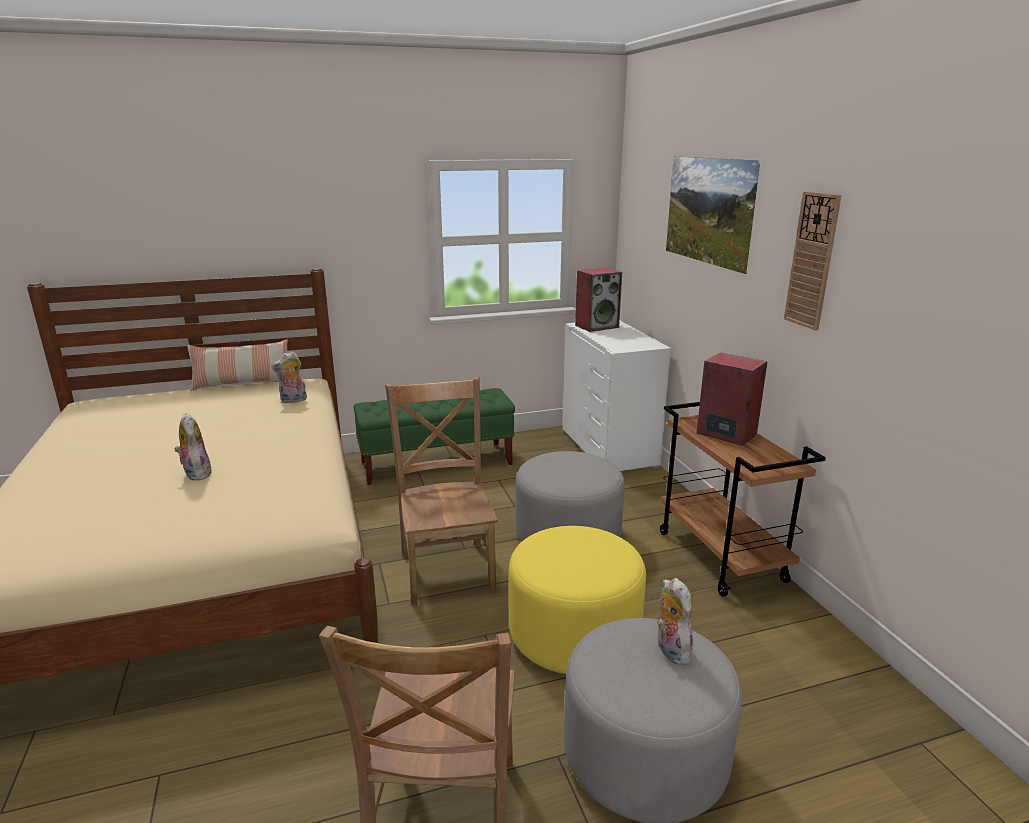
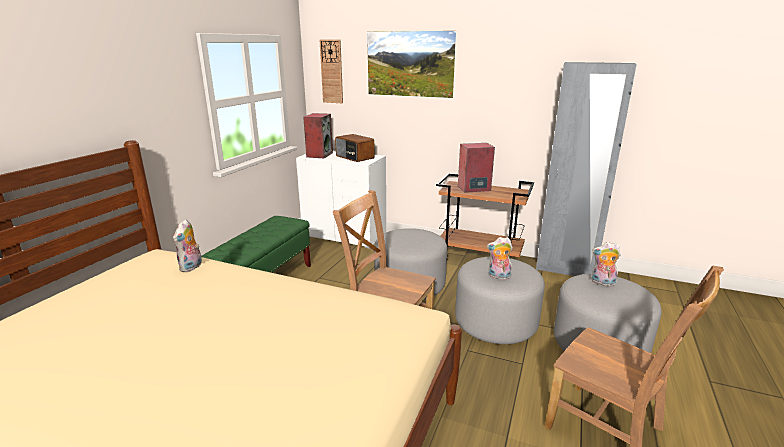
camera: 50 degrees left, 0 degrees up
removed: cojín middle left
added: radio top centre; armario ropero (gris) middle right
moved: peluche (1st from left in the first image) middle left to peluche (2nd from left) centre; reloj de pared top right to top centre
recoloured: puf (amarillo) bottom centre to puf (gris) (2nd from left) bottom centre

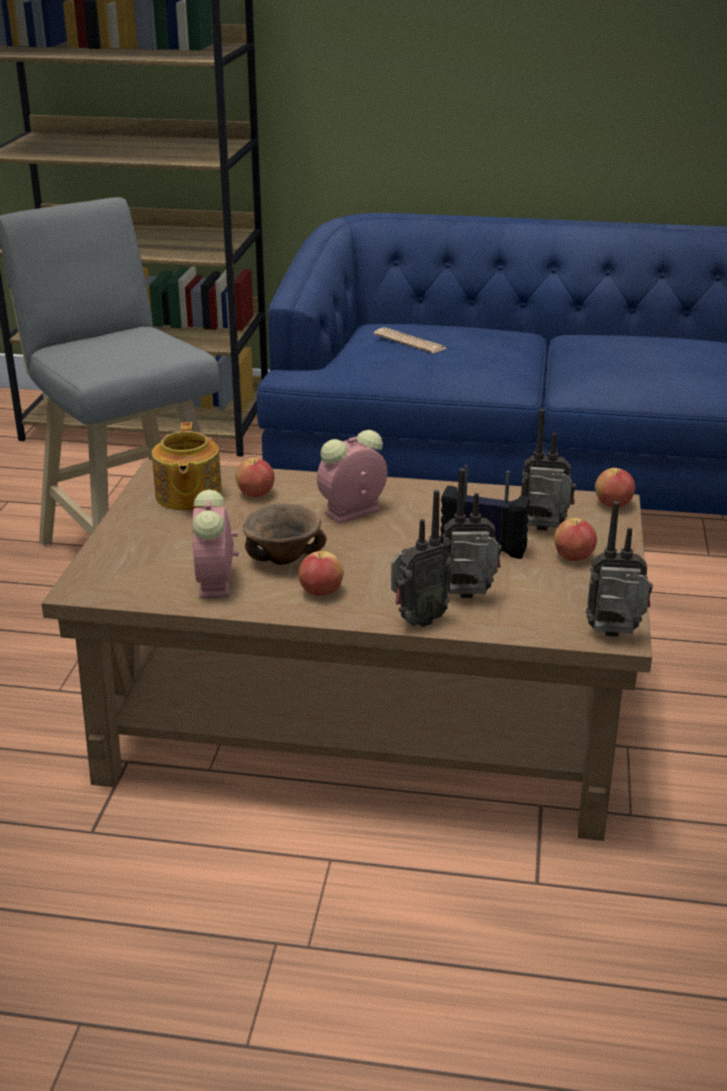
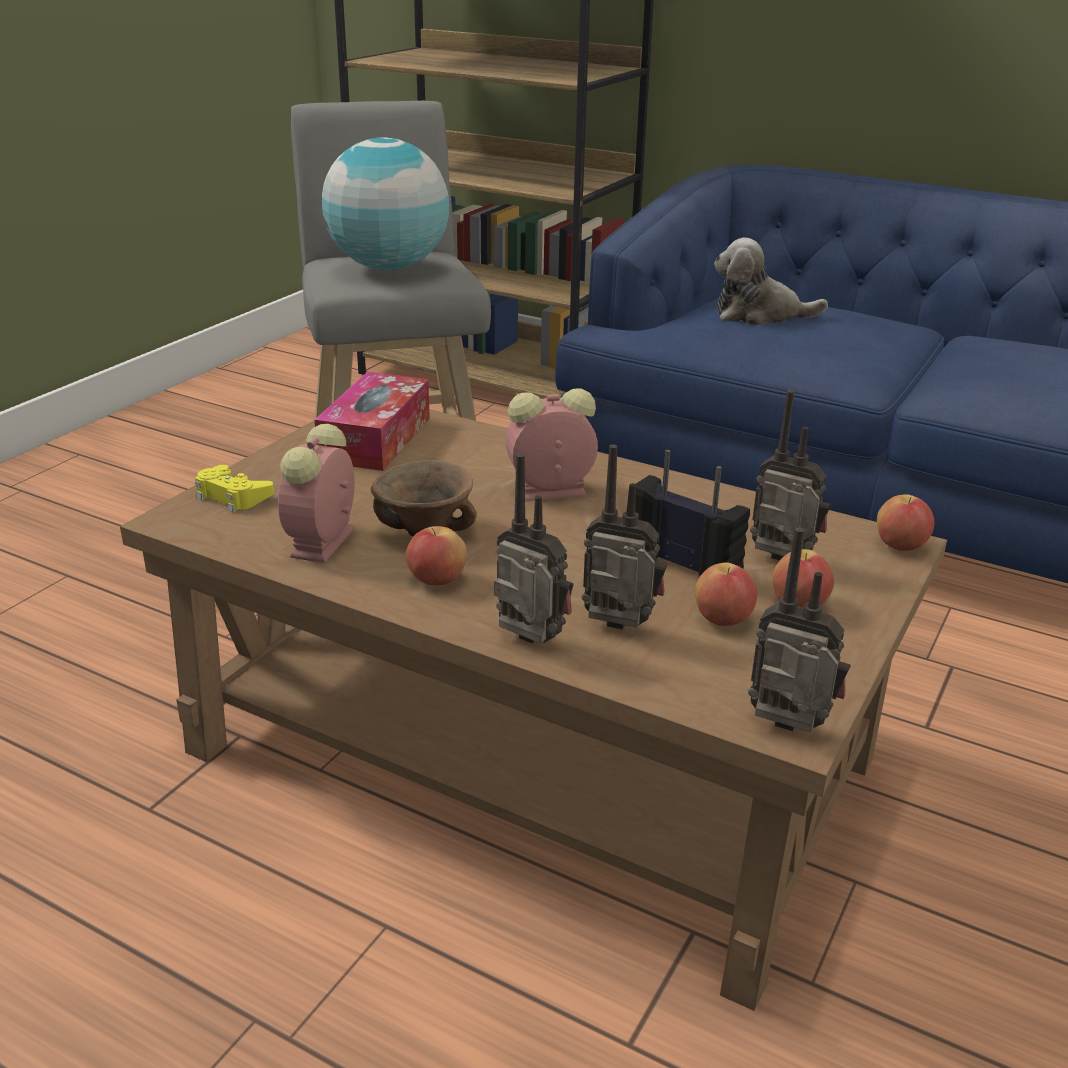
camera: 20 degrees right, 0 degrees up
added: mando de consola (amarillo) middle left; globo terráqueo top centre
moved: manzana (1st from left in the first image) centre to manzana (2nd from left) middle right
replaced: tetera middle left to caja de pañuelos centre; periódico top centre to peluche top right
turned: radio (1st from left) centre = centre 135 degrees counterclockwise

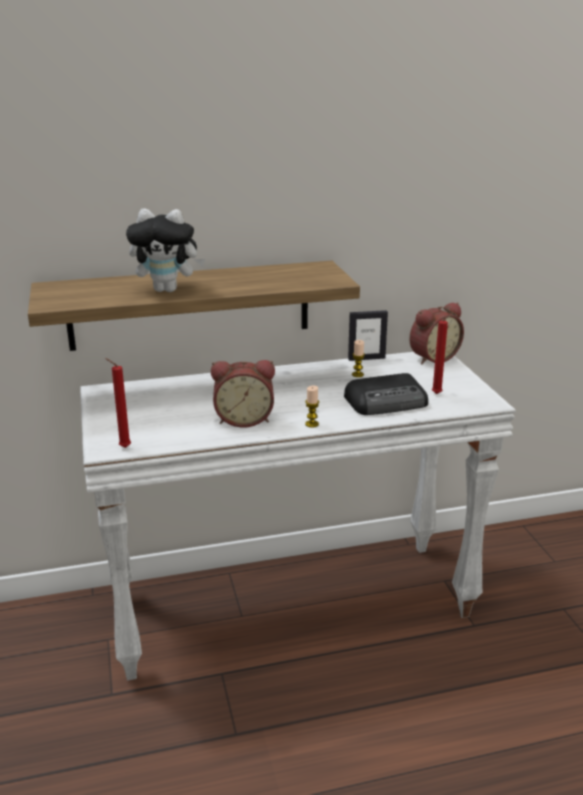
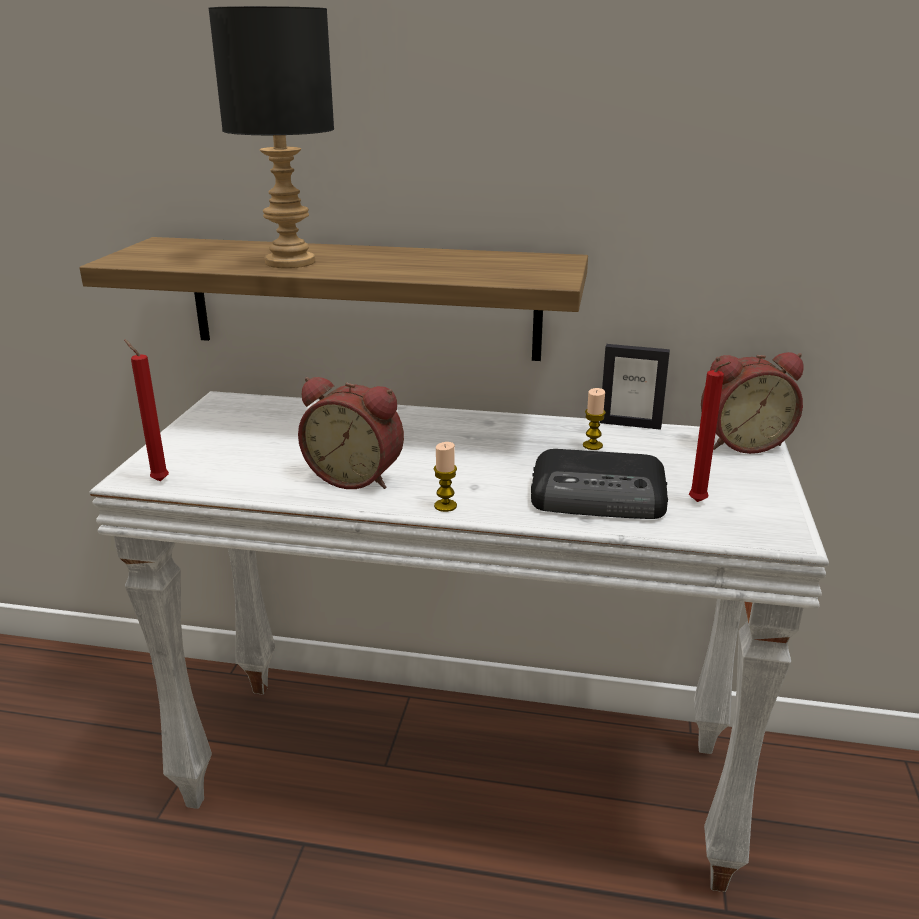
camera: 25 degrees right, 0 degrees up
replaced: peluche top left to lámpara de mesa (negro) top left

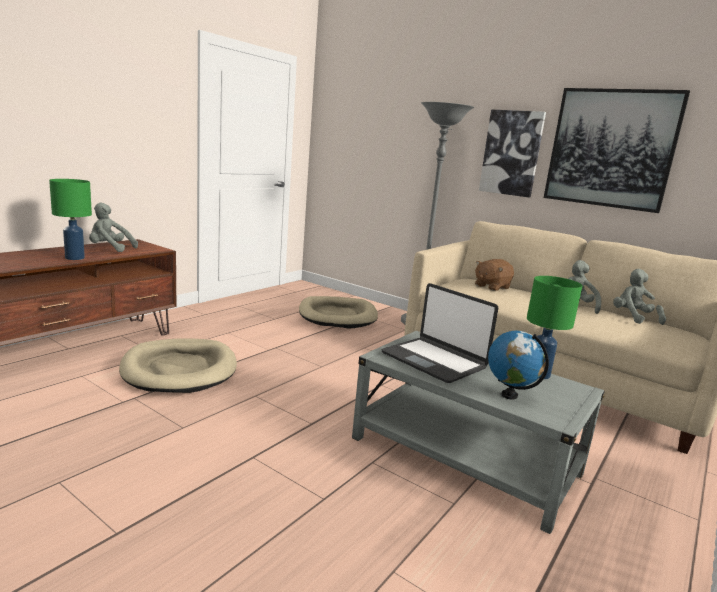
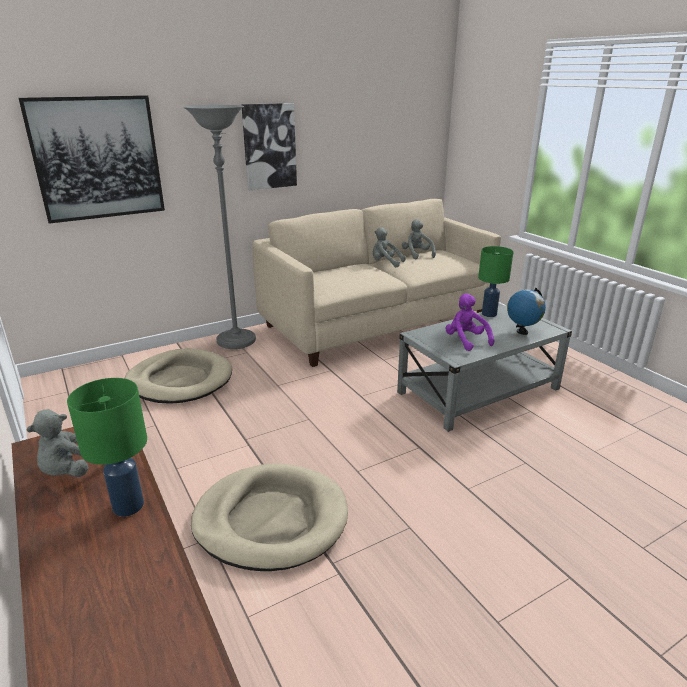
camera: 65 degrees left, 10 degrees up
removed: peluche (marrón) middle right
moved: cuadro (2nd from left in the first image) top right to cuadro (1st from left) top left
replaced: portátil centre to peluche (morado) middle right
turned: peluche (gris) (3rd from left) middle right = centre 60 degrees clockwise

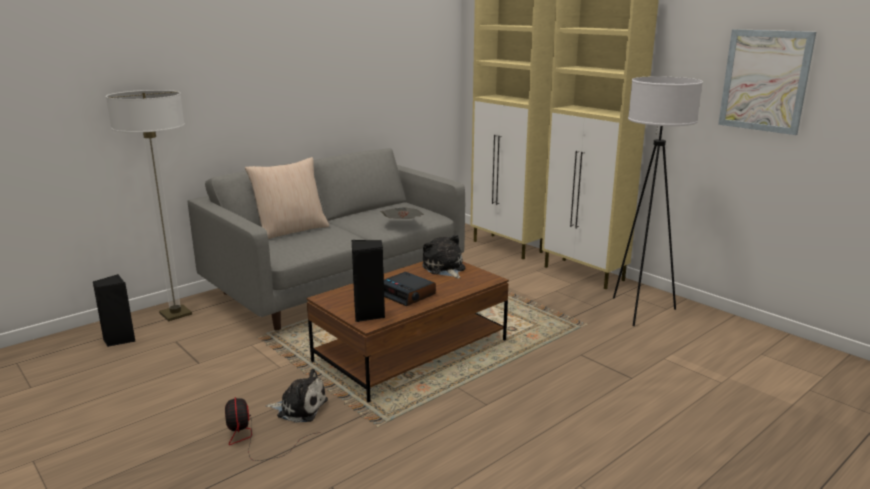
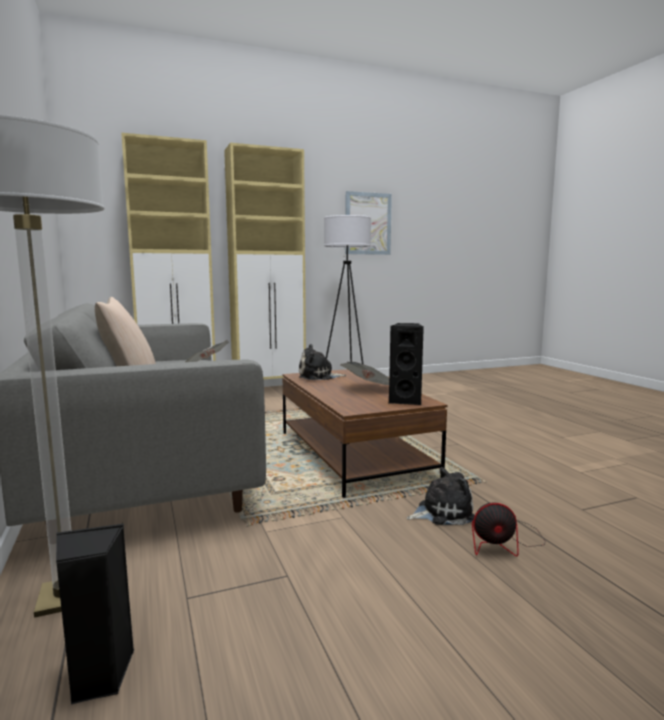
camera: 70 degrees left, 10 degrees down
replaced: despertador centre to periódico (2nd from left) centre
turned: peluche (1st from left in the first image) bottom centre = bottom centre 45 degrees clockwise

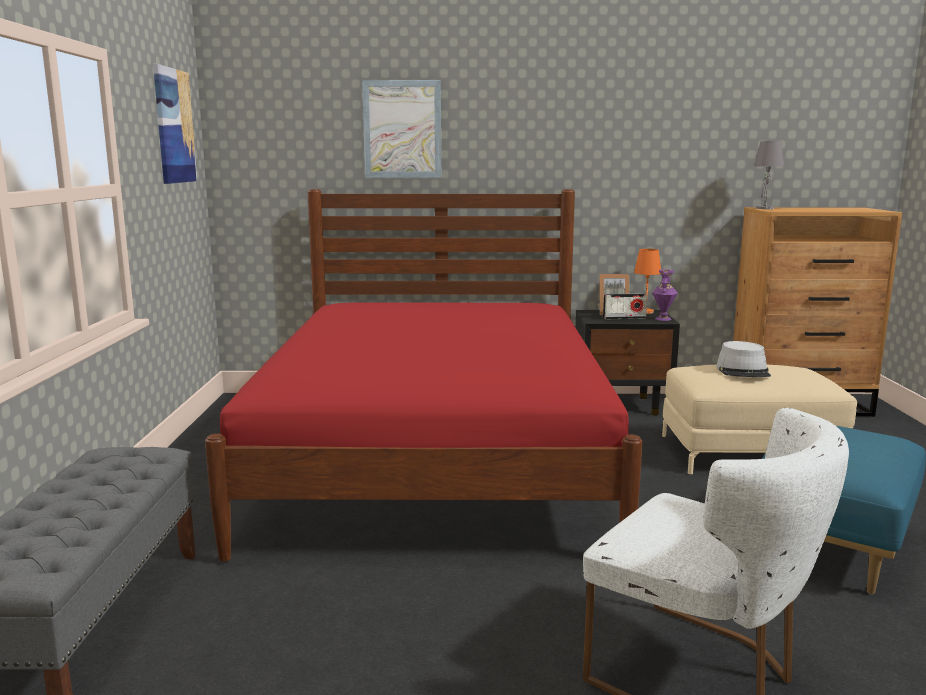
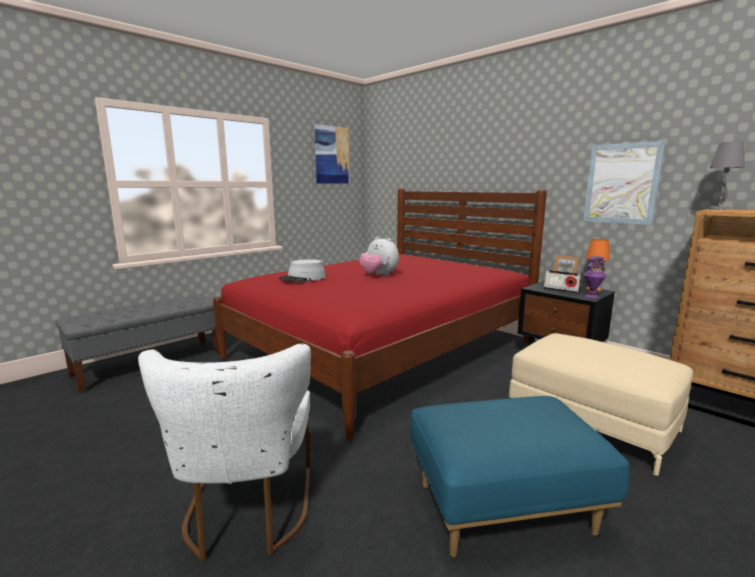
camera: 45 degrees right, 0 degrees up
added: peluche centre
moved: cuadro (2nd from left) top centre to top right; sombrero (gris) middle right to centre

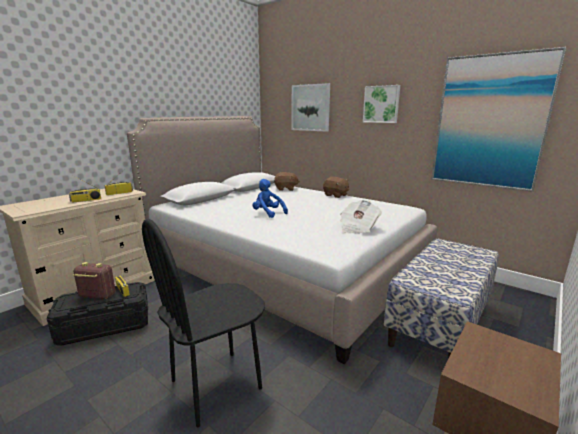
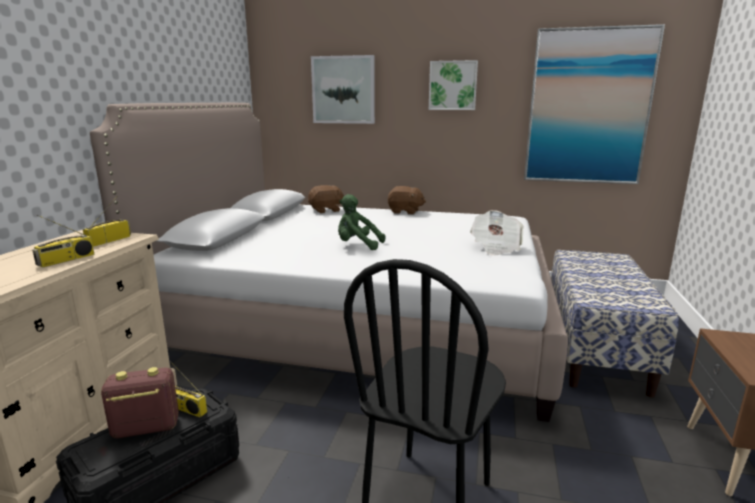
camera: 25 degrees left, 0 degrees up
recoloured: peluche (azul) centre to peluche (verde) centre

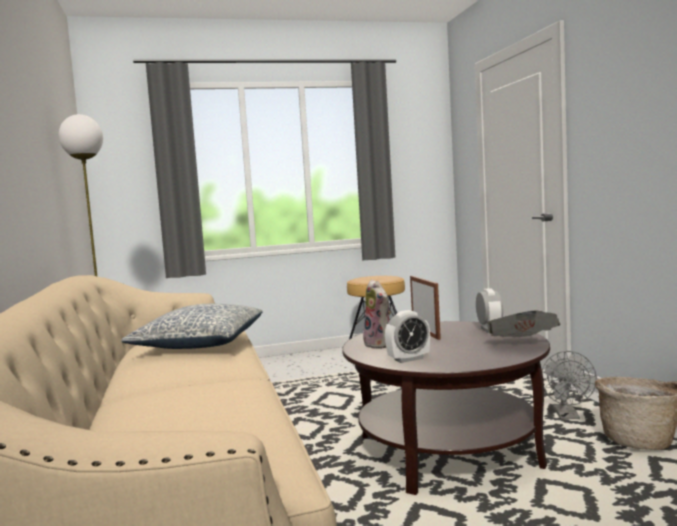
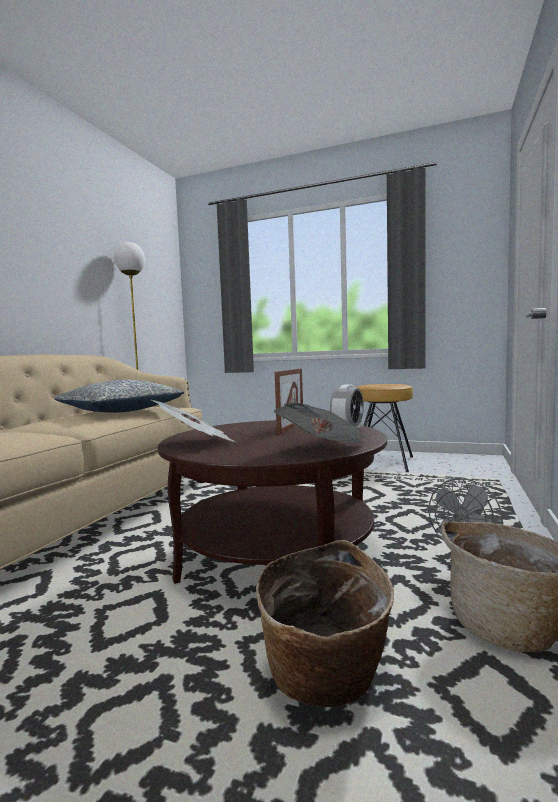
camera: 35 degrees right, 0 degrees up
removed: peluche centre
added: cesta (1st from left) bottom centre
replaced: despertador (1st from left) centre to periódico (1st from left) centre

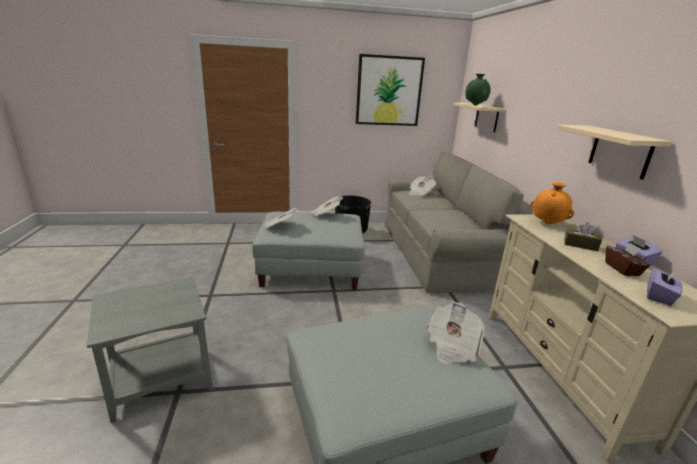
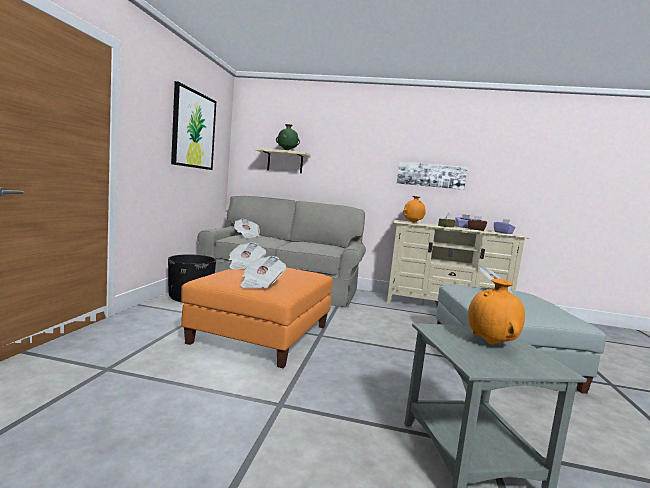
camera: 70 degrees left, 15 degrees down
added: florero (naranja) (2nd from left) middle right
replaced: estante (beis) (2nd from left) top right to cuadro (2nd from left) centre
recoloured: puf (gris) (1st from left) centre to puf (naranja) centre

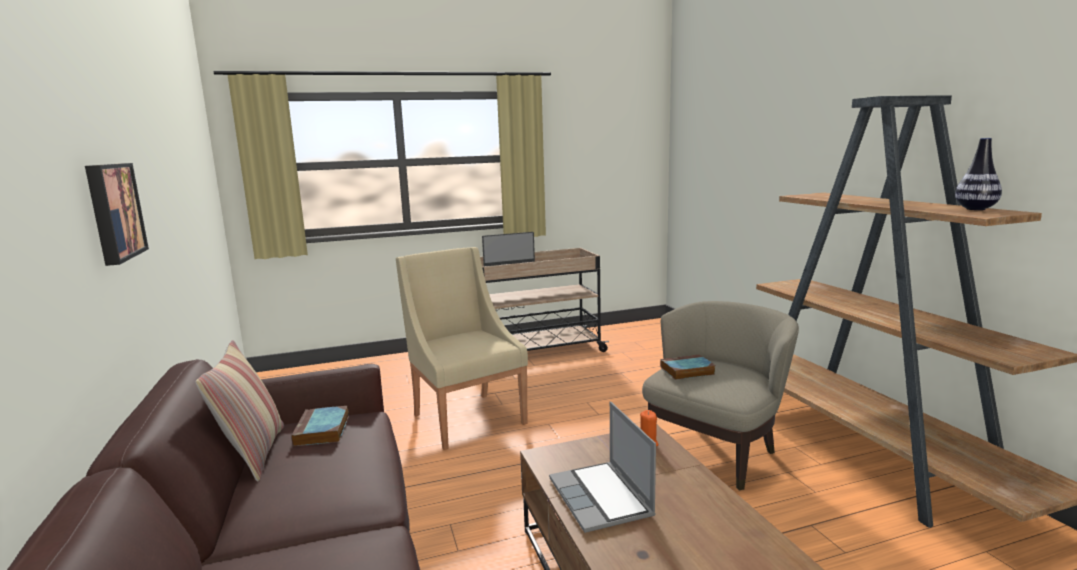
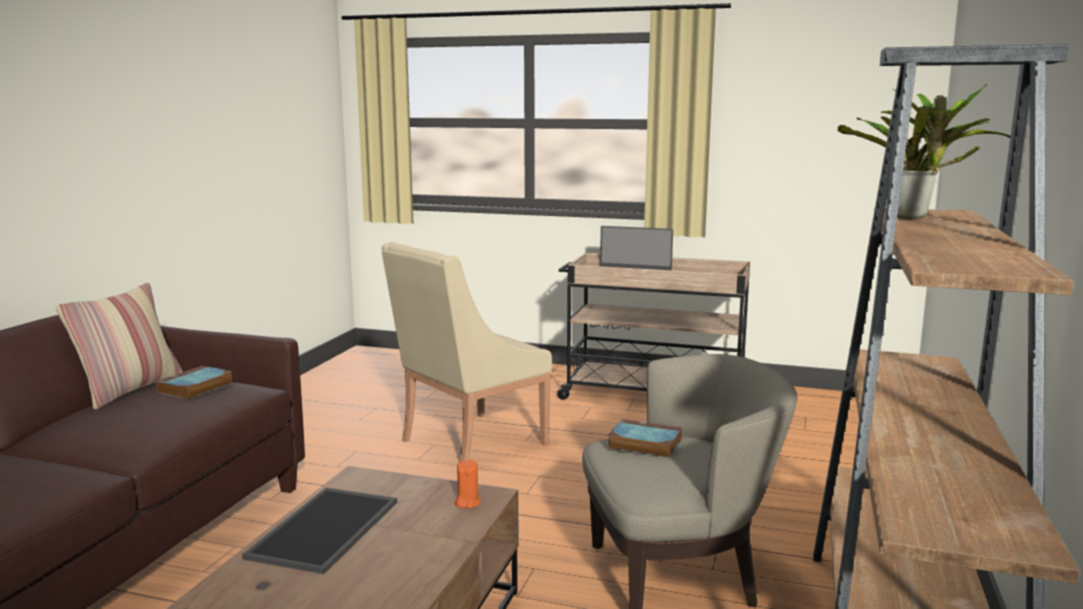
camera: 35 degrees right, 0 degrees up
removed: cuadro middle left; florero top right
added: planta en maceta top right
replaced: portátil (2nd from left) bottom centre to bandeja bottom left
turned: sillón (beis) (1st from left) centre = centre 135 degrees counterclockwise

